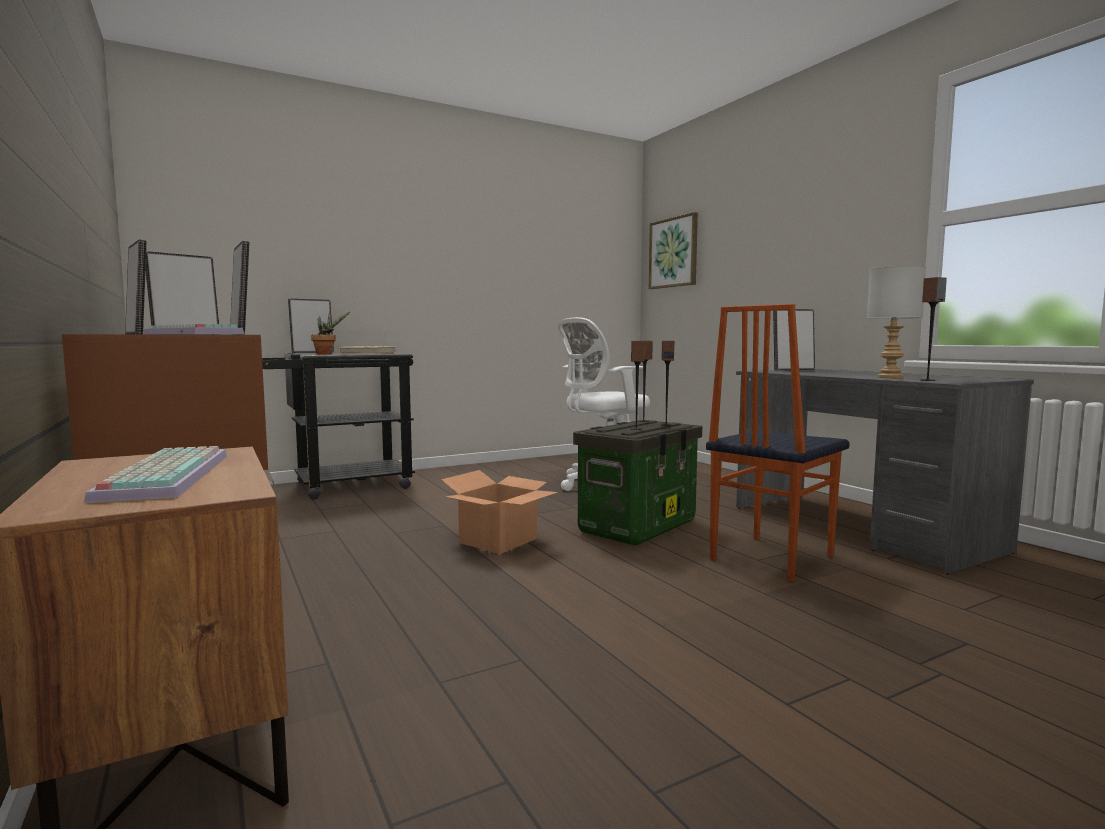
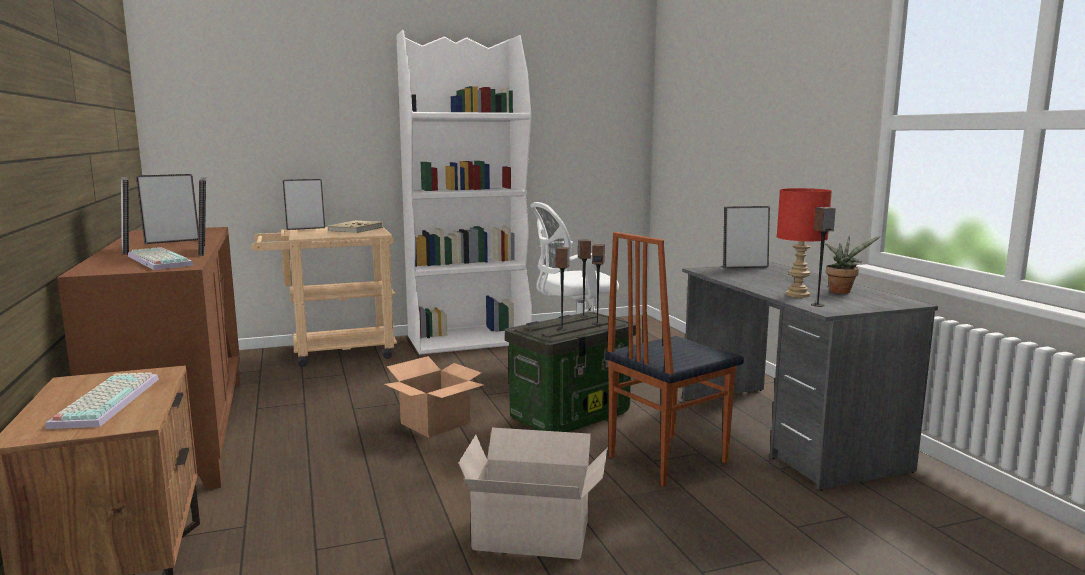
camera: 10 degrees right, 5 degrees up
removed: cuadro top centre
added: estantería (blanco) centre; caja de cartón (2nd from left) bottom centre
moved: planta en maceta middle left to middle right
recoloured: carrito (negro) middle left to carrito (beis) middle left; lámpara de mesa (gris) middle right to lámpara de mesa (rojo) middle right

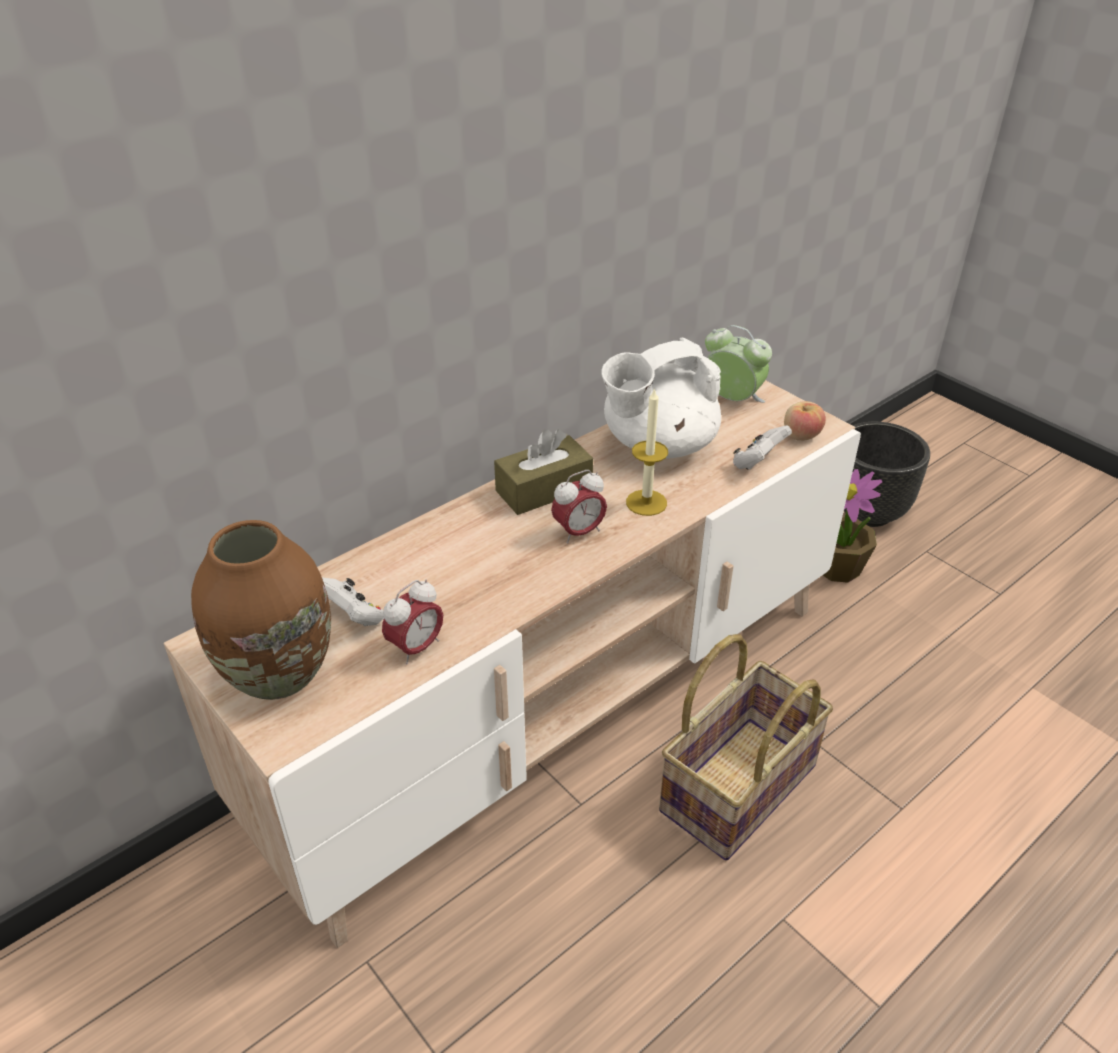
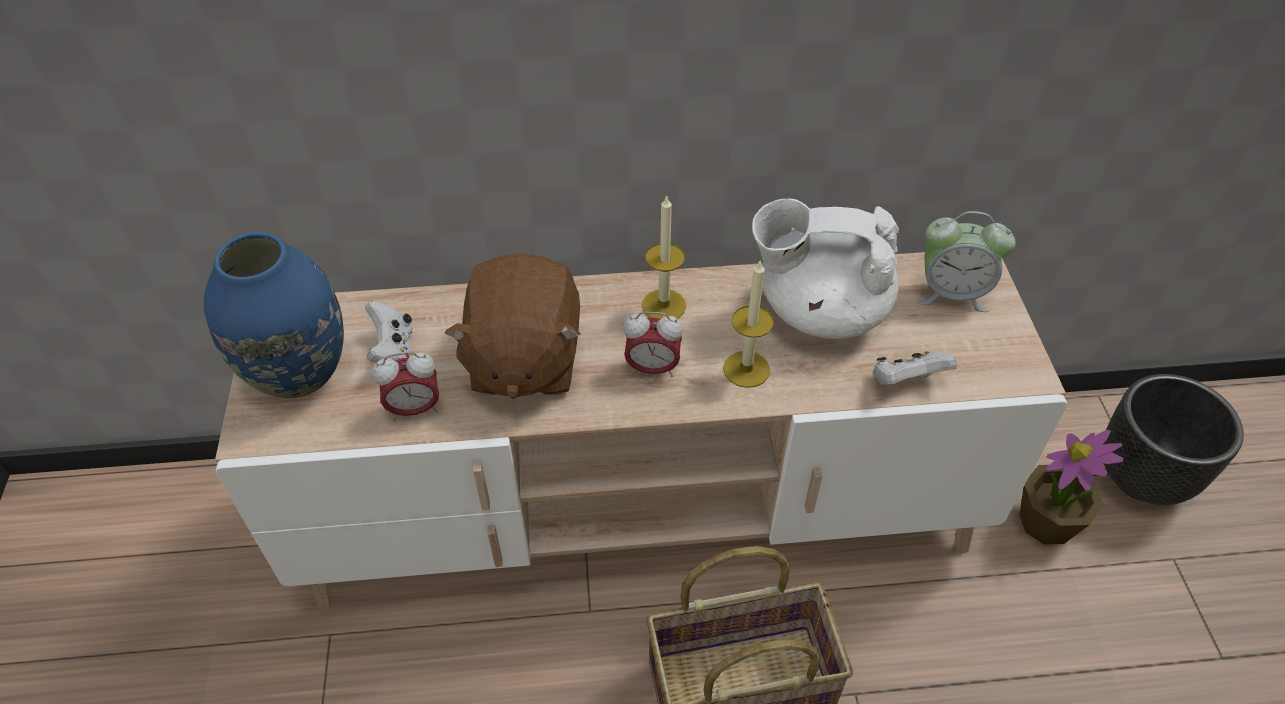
camera: 35 degrees right, 10 degrees up
removed: manzana middle right
added: peluche (marrón) centre
replaced: caja de pañuelos (marrón) centre to vela (1st from left) centre
recoloured: florero (marrón) middle left to florero (azul) middle left
turned: despertador (3rd from left) centre = middle right 120 degrees clockwise

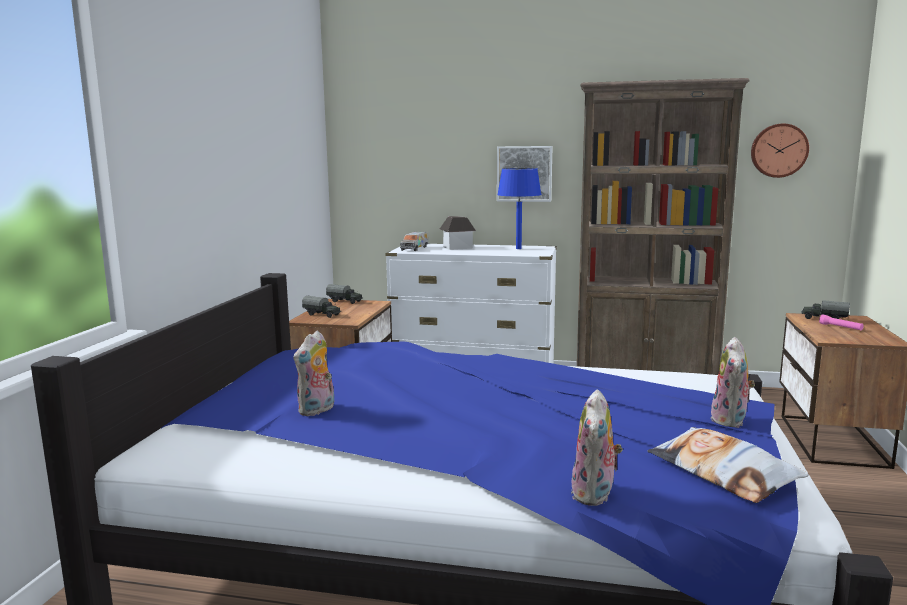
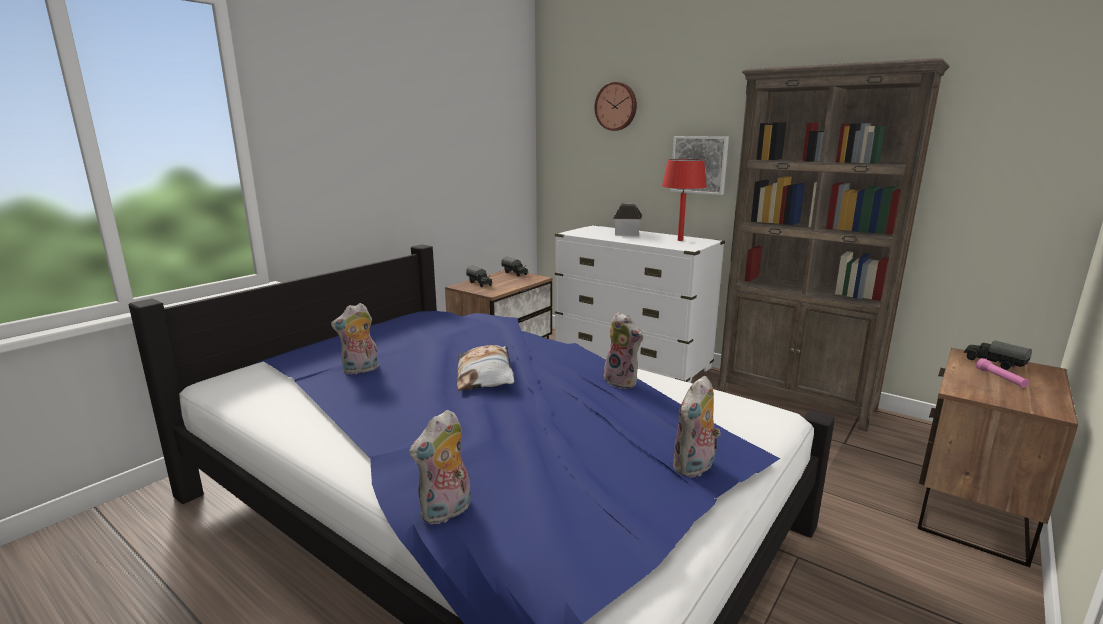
camera: 25 degrees right, 5 degrees up
removed: camión de juguete (3rd from left) centre
added: peluche (3rd from left) centre
moved: cojín bottom right to centre; reloj de pared top right to top centre
recoloured: lámpara de mesa (azul) centre to lámpara de mesa (rojo) top centre

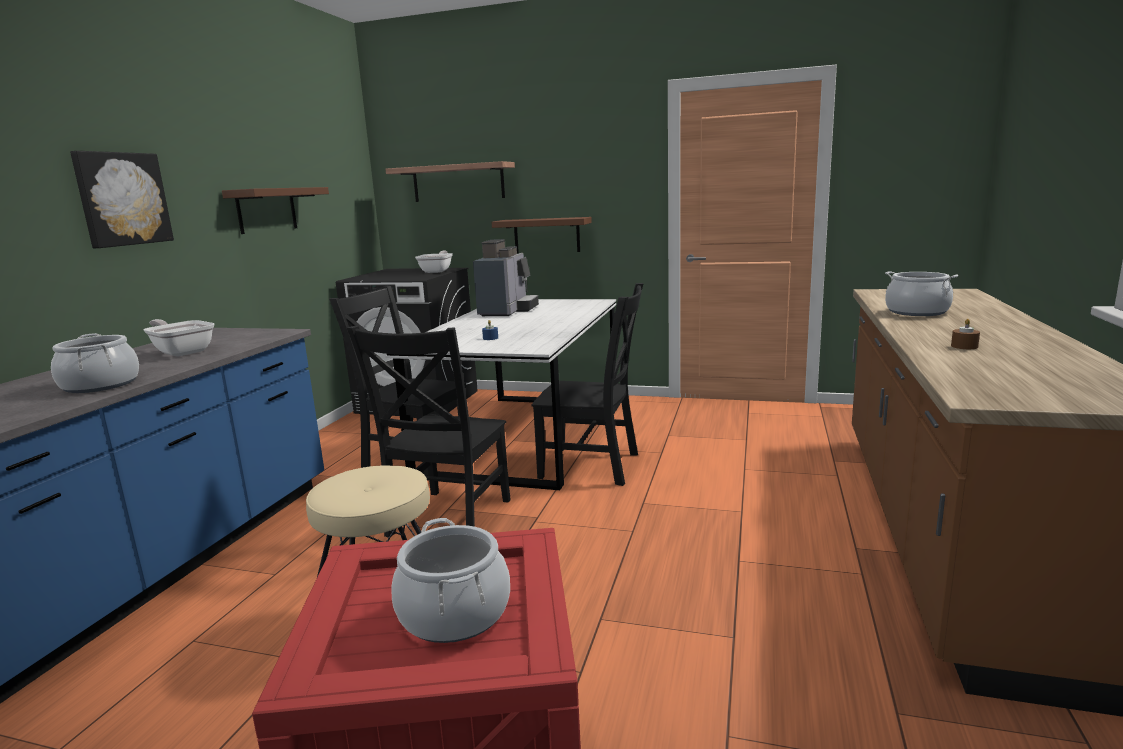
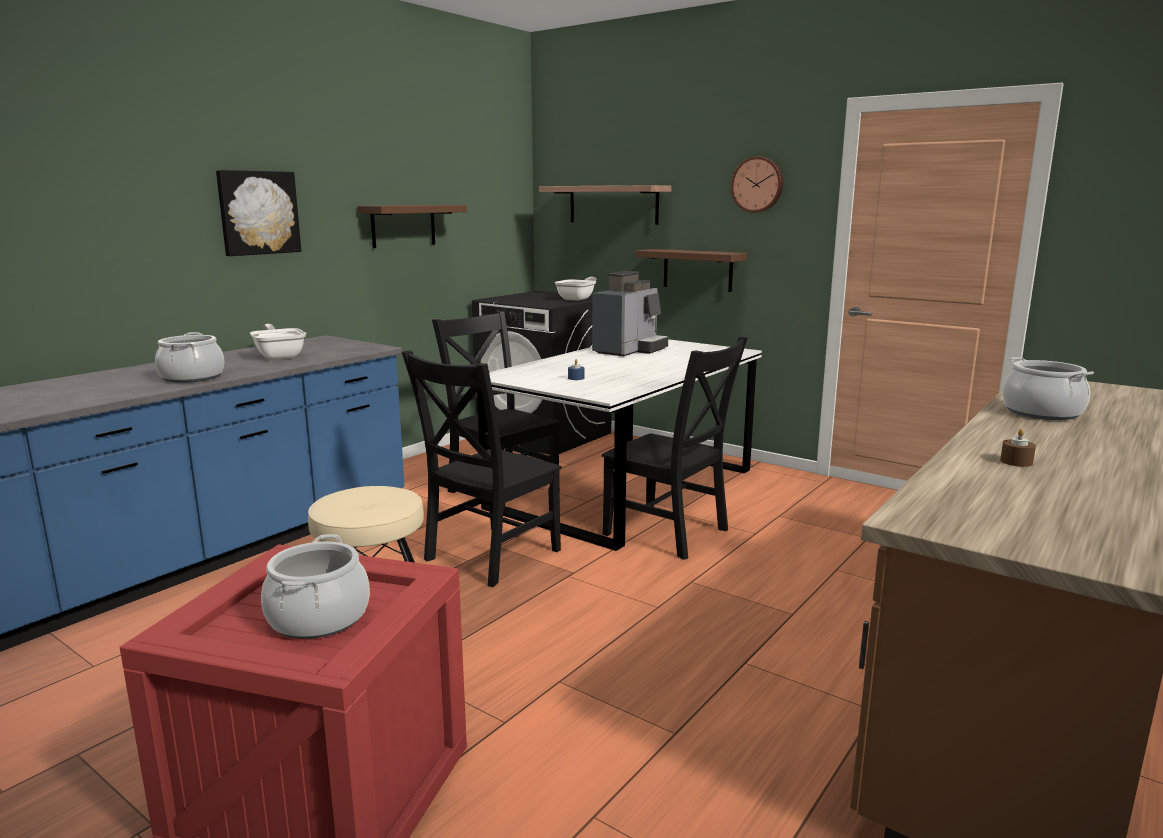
camera: 20 degrees right, 0 degrees up
added: reloj de pared top centre

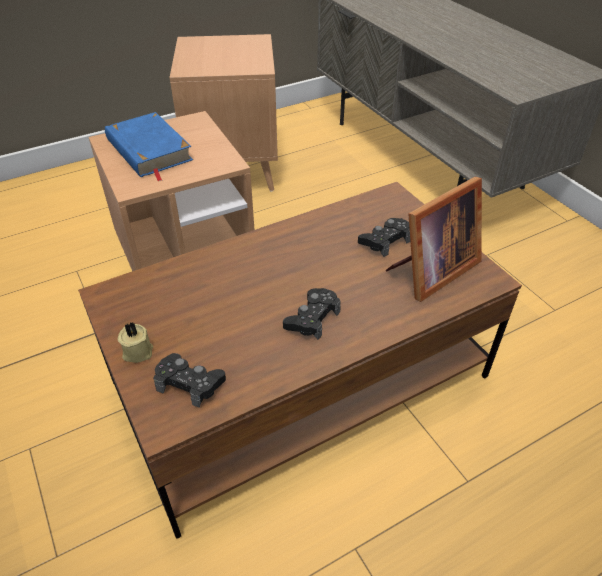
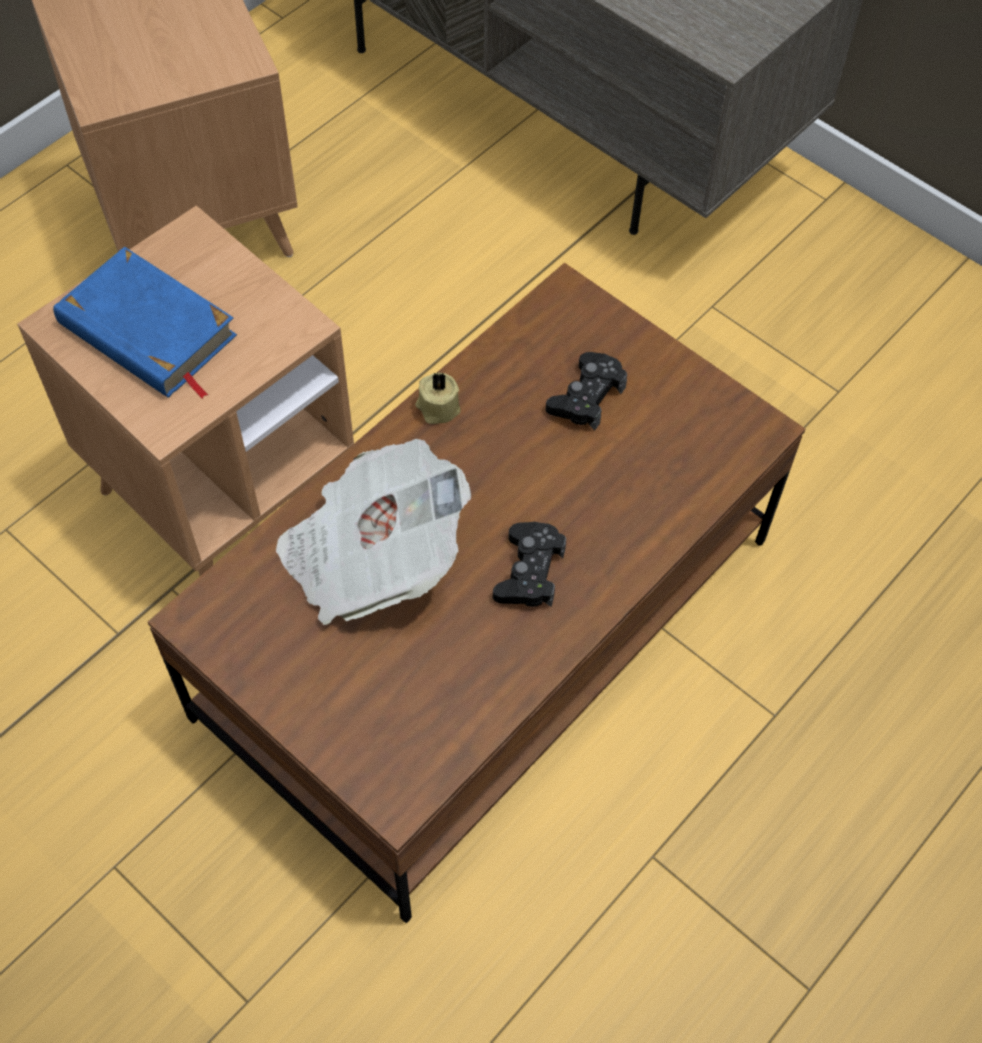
camera: 20 degrees left, 15 degrees up
removed: mando de consola (negro) (1st from left) middle left; portarretratos middle right
added: periódico centre
moved: vela (beis) middle left to centre

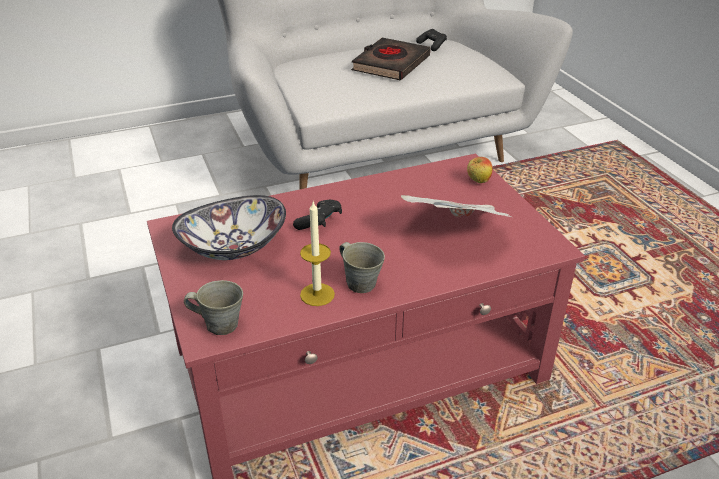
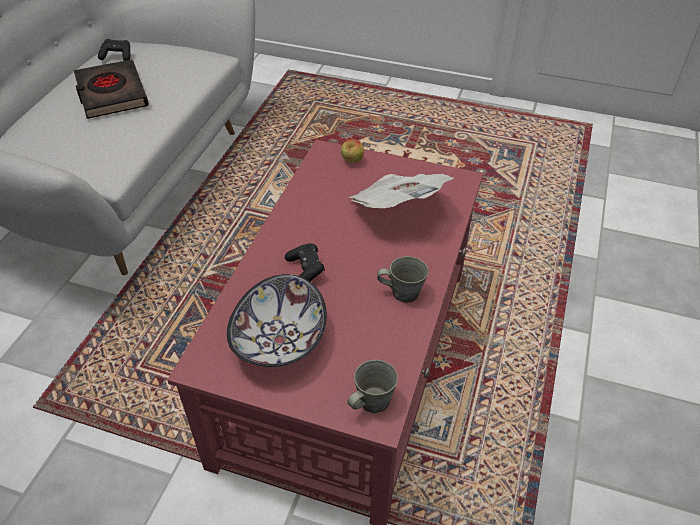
camera: 50 degrees left, 10 degrees up
removed: vela centre

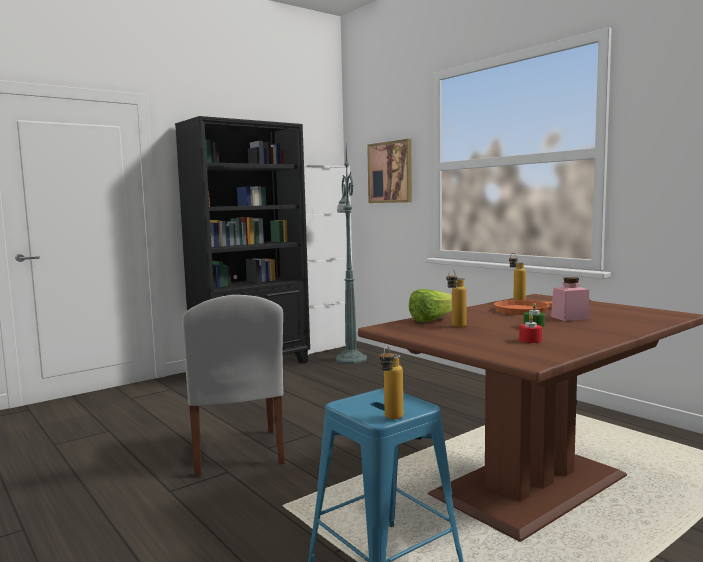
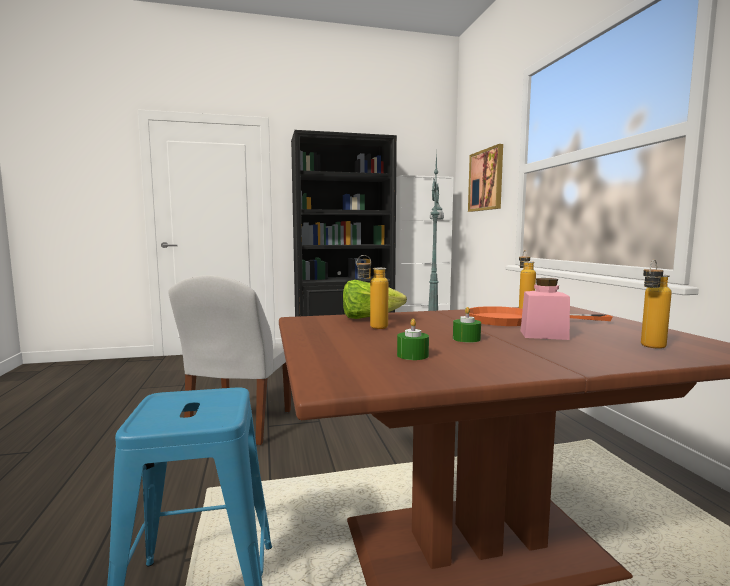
camera: 25 degrees right, 0 degrees up
moved: botella (1st from left in the first image) bottom centre to botella (3rd from left) middle right
recoloured: vela (rojo) middle right to vela (verde) (1st from left) centre

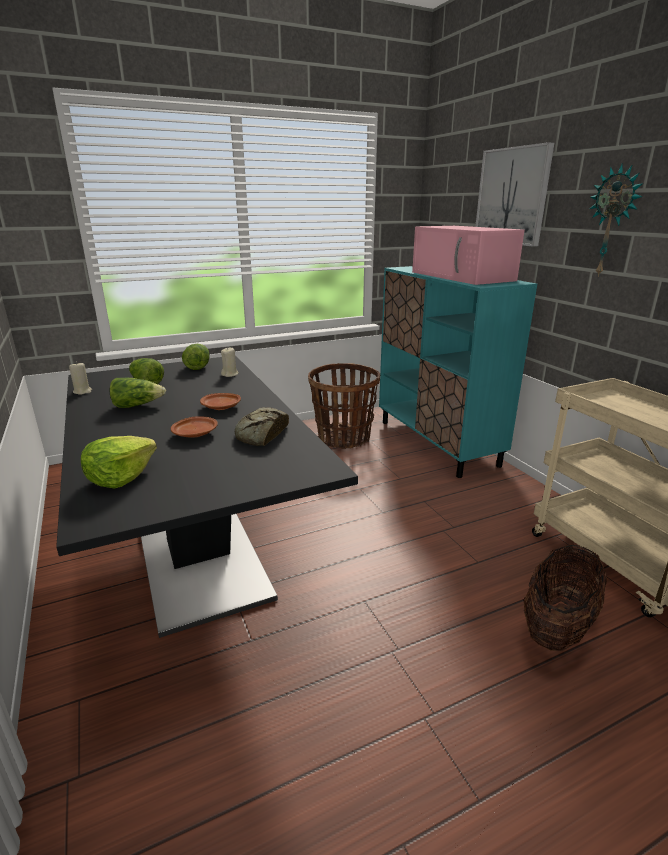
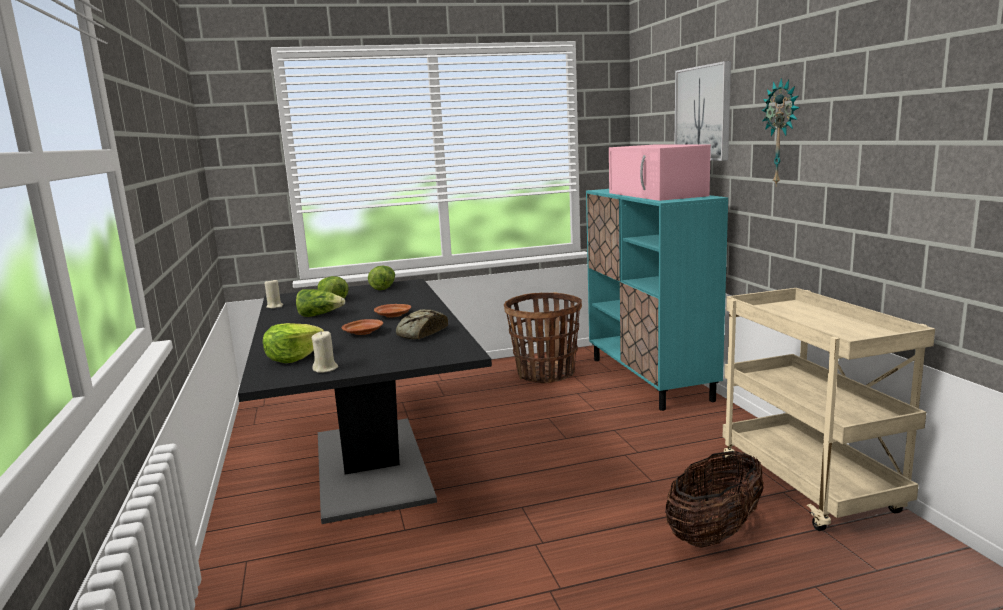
camera: 10 degrees right, 10 degrees down
moved: vela (beis) (2nd from left) centre to middle left

